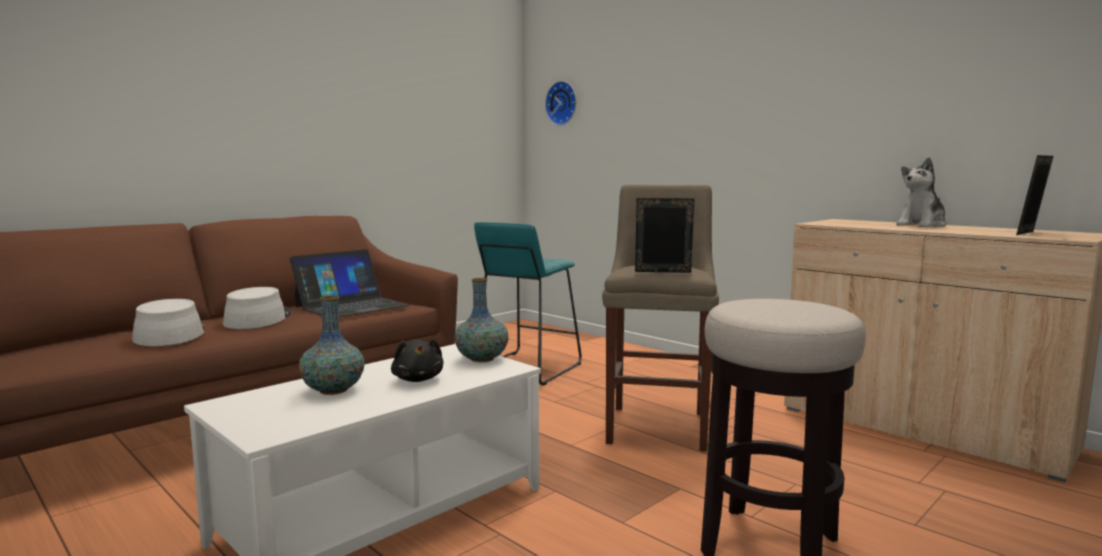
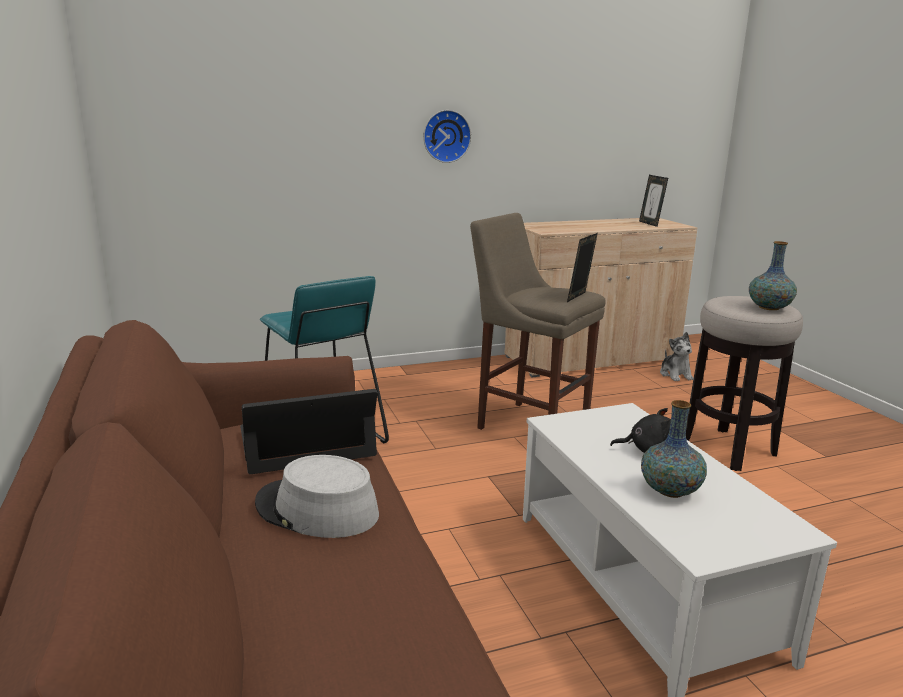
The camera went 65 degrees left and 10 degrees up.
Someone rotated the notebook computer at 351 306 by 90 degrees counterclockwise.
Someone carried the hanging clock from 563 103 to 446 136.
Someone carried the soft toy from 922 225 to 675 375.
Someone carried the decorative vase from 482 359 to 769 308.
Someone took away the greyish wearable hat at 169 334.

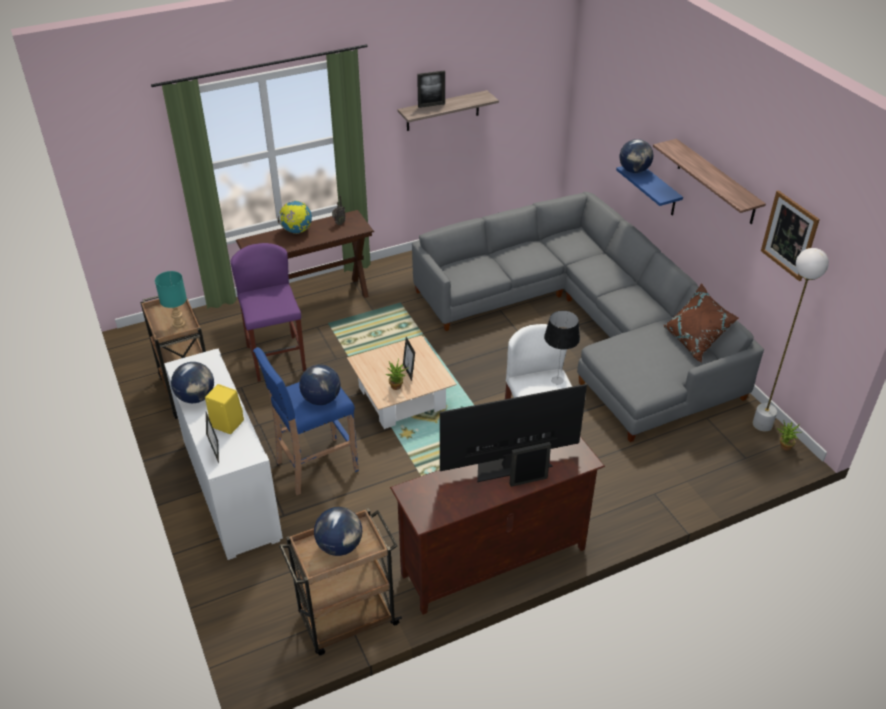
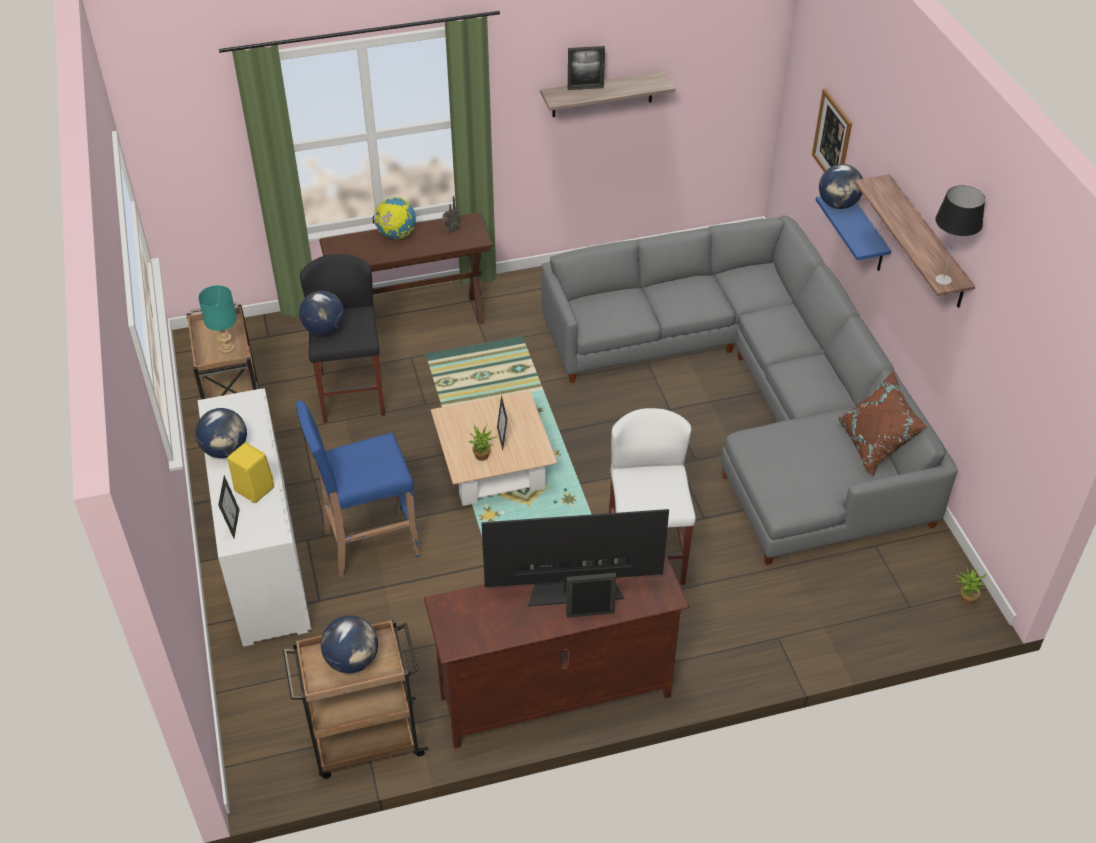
The camera went 10 degrees right and 5 degrees up.
Someone carried the desk globe from 321 399 to 324 329.
Someone repainted the purple sitting stool at 276 358, which became the black sitting stool at 352 394.
Someone carried the picture from 789 235 to 832 139.
Someone carried the tabletop lamp from 558 380 to 944 279.
Someone took away the white-coloured standard lamp at 762 424.

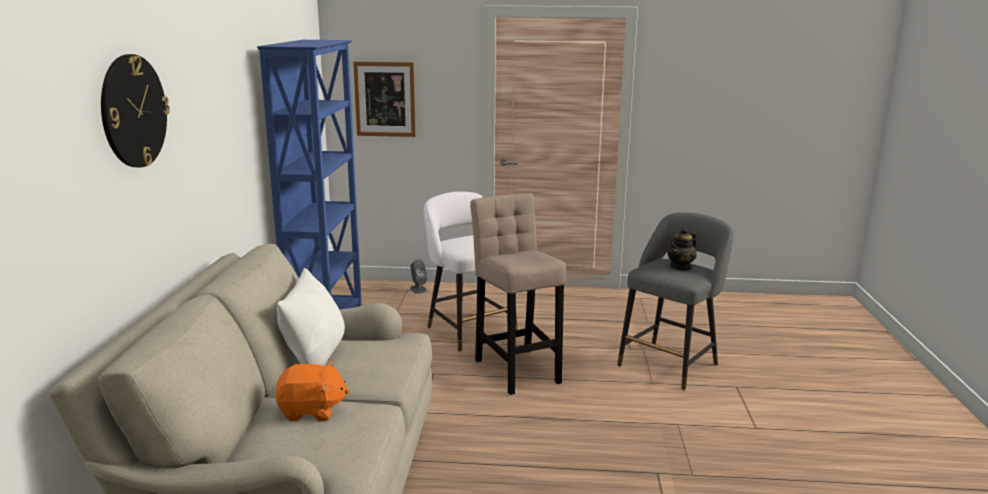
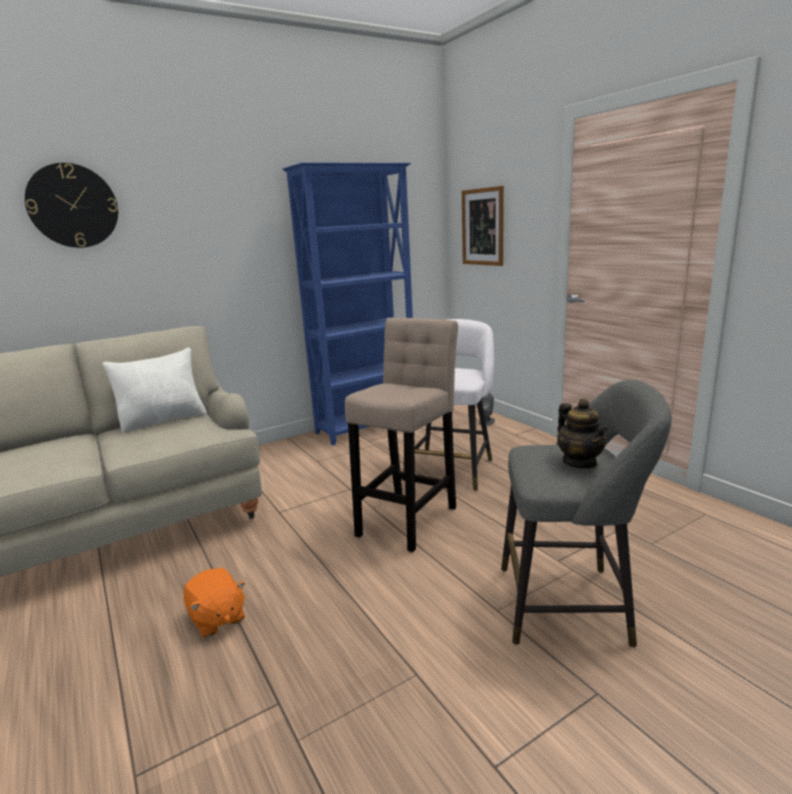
The camera went 55 degrees right and 0 degrees up.
Someone carried the orange-coloured soft toy from 311 411 to 217 618.
Someone rotated the teapot at 681 267 by 120 degrees counterclockwise.

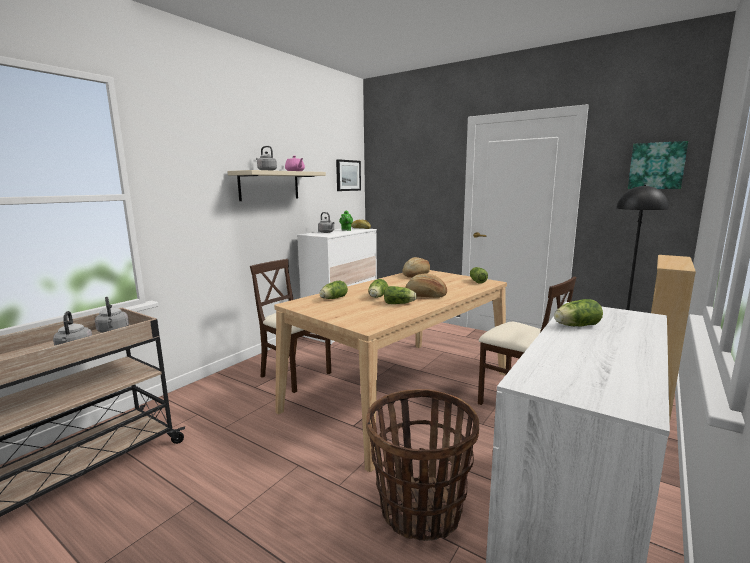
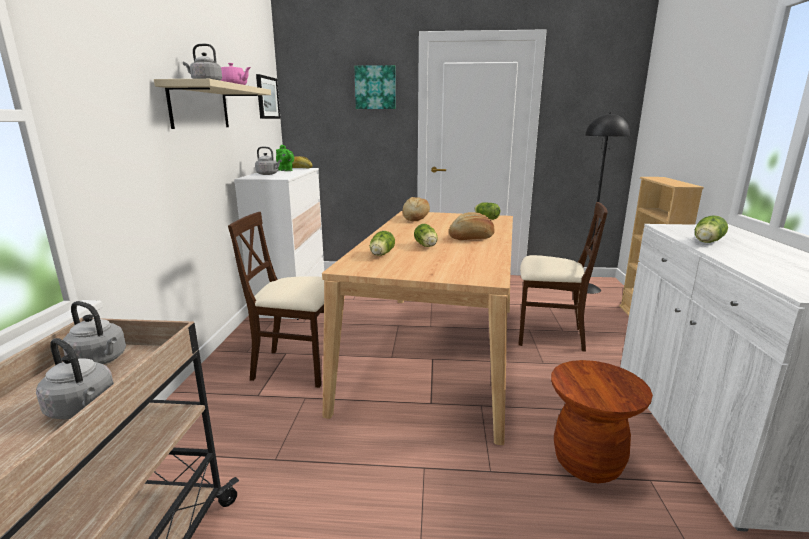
The camera went 30 degrees left and 5 degrees up.
Someone carried the picture from 656 166 to 375 87.
Someone swapped the basket at 420 510 for the brown-coloured sitting stool at 587 463.
Someone took away the head of lettuce at 400 304.

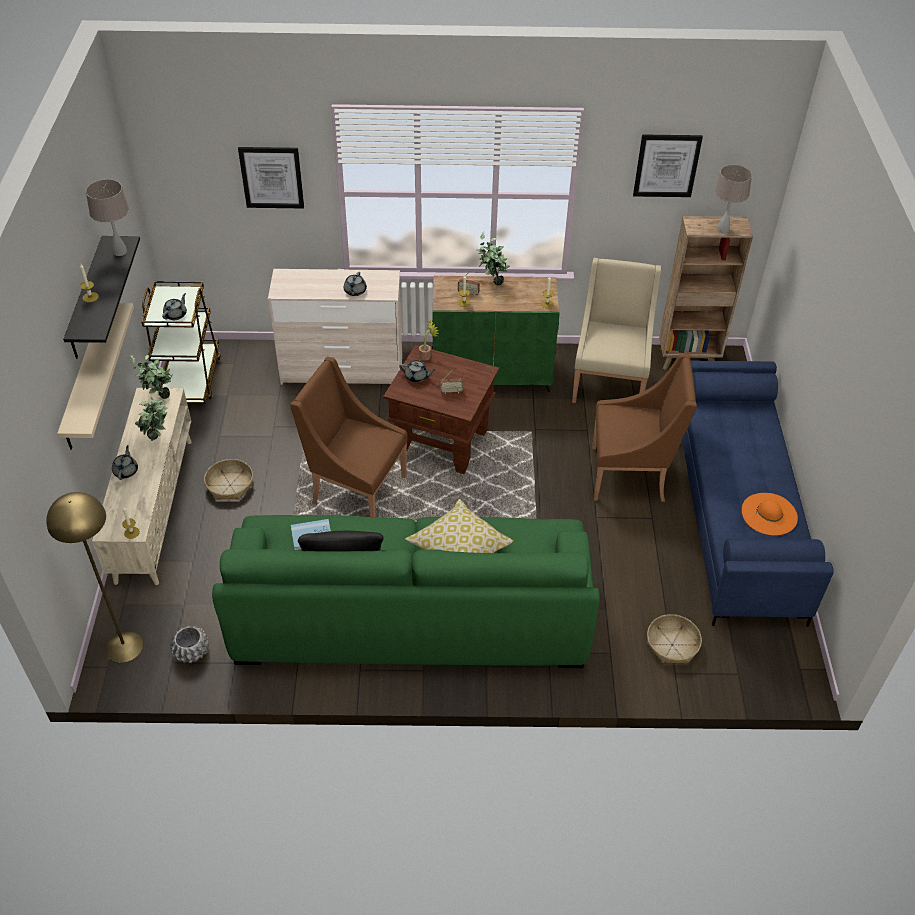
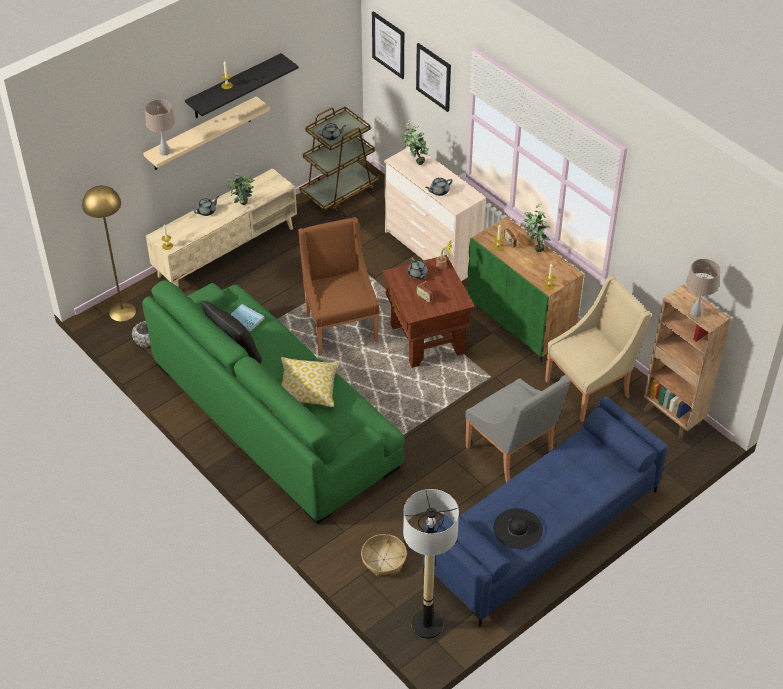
The camera went 50 degrees right and 0 degrees up.
Someone carried the beige-coloured tabletop lamp from 120 251 to 165 152.
Someone carried the picture from 666 165 to 388 45.
Someone carried the houseplant from 159 399 to 414 162.
Someone put down the standard lamp at 427 625.
Someone repainted the brown-coloured armchair at 631 475, which became the greyish armchair at 512 452.
Someone repainted the orange-coloured wearable hat at 769 514, which became the black wearable hat at 518 529.
Someone took away the basket at 230 485.

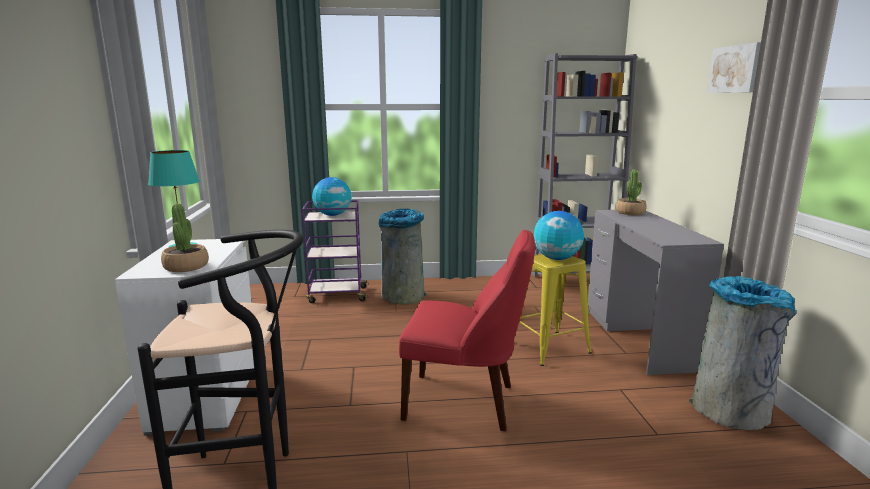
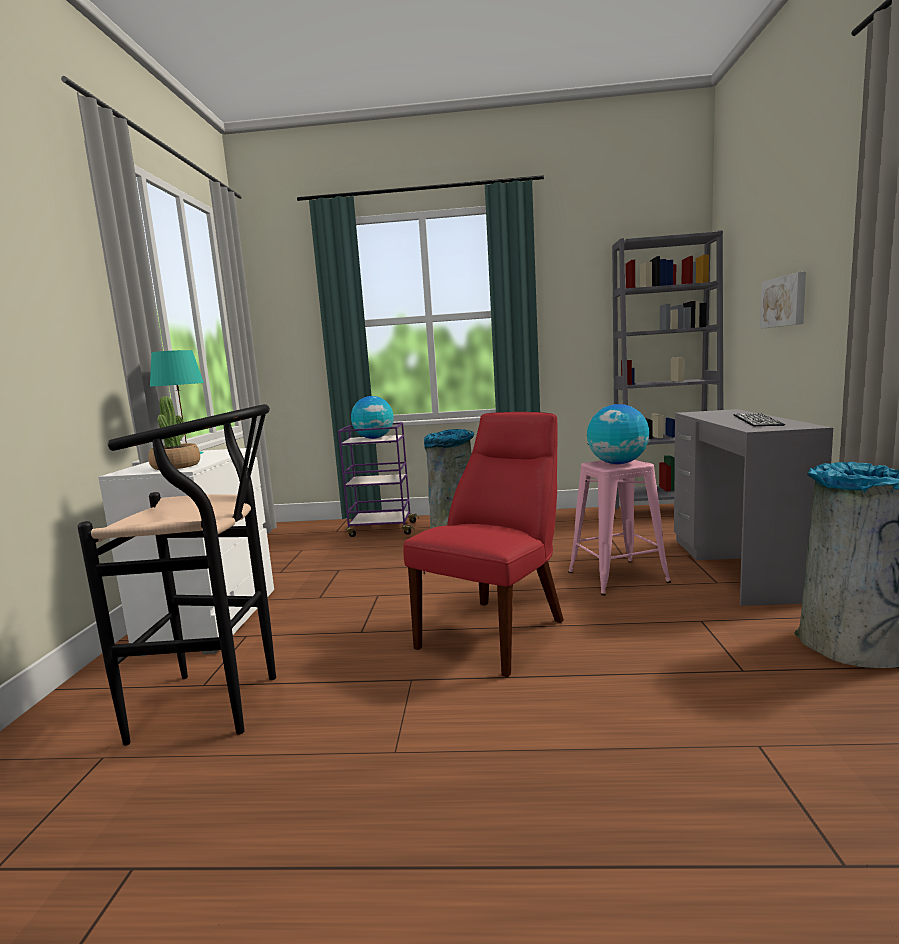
The camera went 10 degrees right and 5 degrees down.
Someone rotated the red-coloured plain chair at 465 402 by 75 degrees counterclockwise.
Someone repainted the yellow-coloured sitting stool at 549 348, which became the pink-coloured sitting stool at 617 577.
Someone put down the keyboard at 757 420.
Someone carried the picture from 736 69 to 785 301.
Someone took away the houseplant at 630 212.

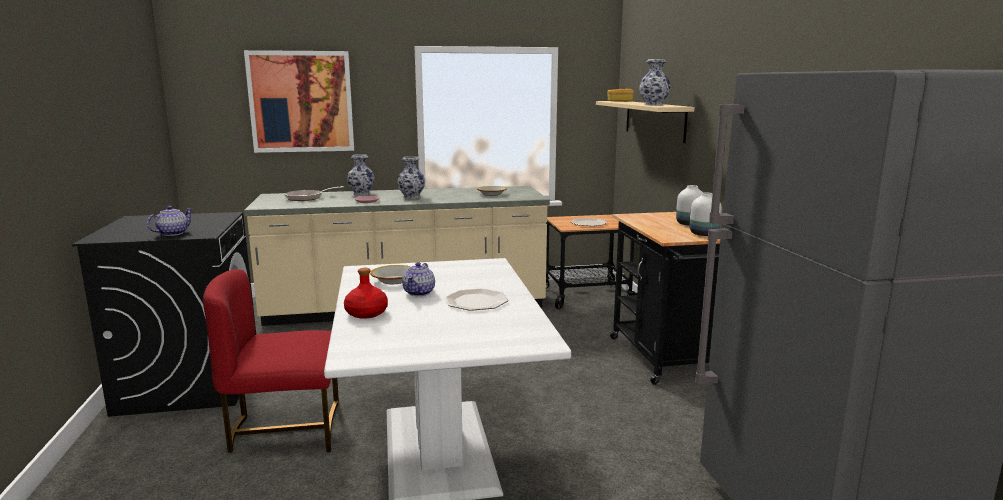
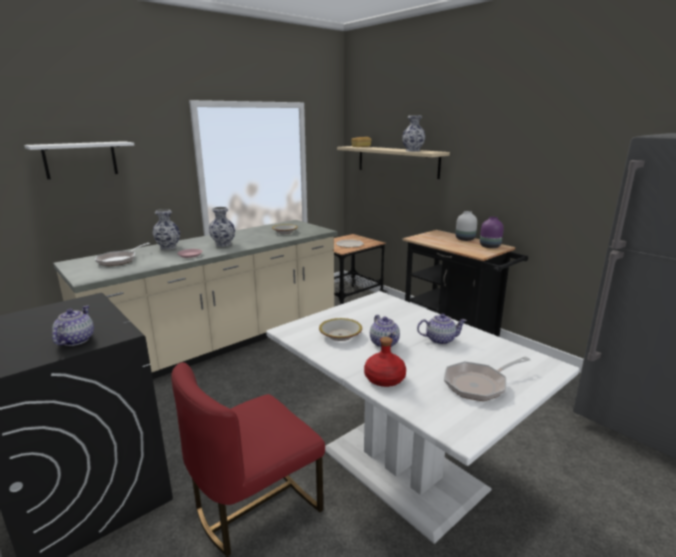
The camera went 30 degrees left and 5 degrees up.
Someone swapped the picture at 301 102 for the white-coloured wall shelf at 80 159.
Someone swapped the flat dish at 476 301 for the teapot at 440 339.
Someone put down the frying pan at 479 384.
Someone repainted the white-coloured decorative vase at 703 234, which became the purple decorative vase at 490 247.

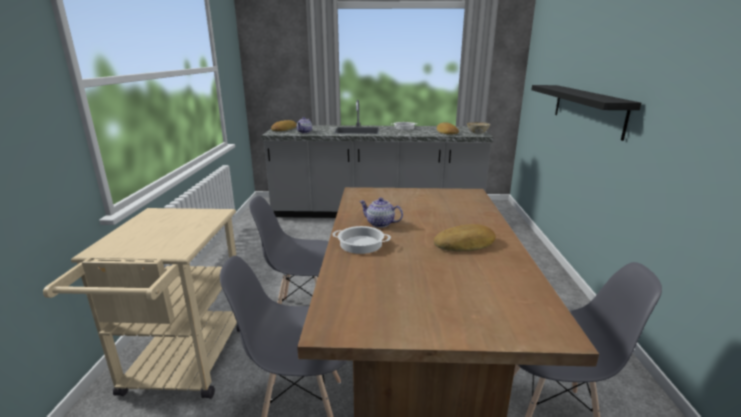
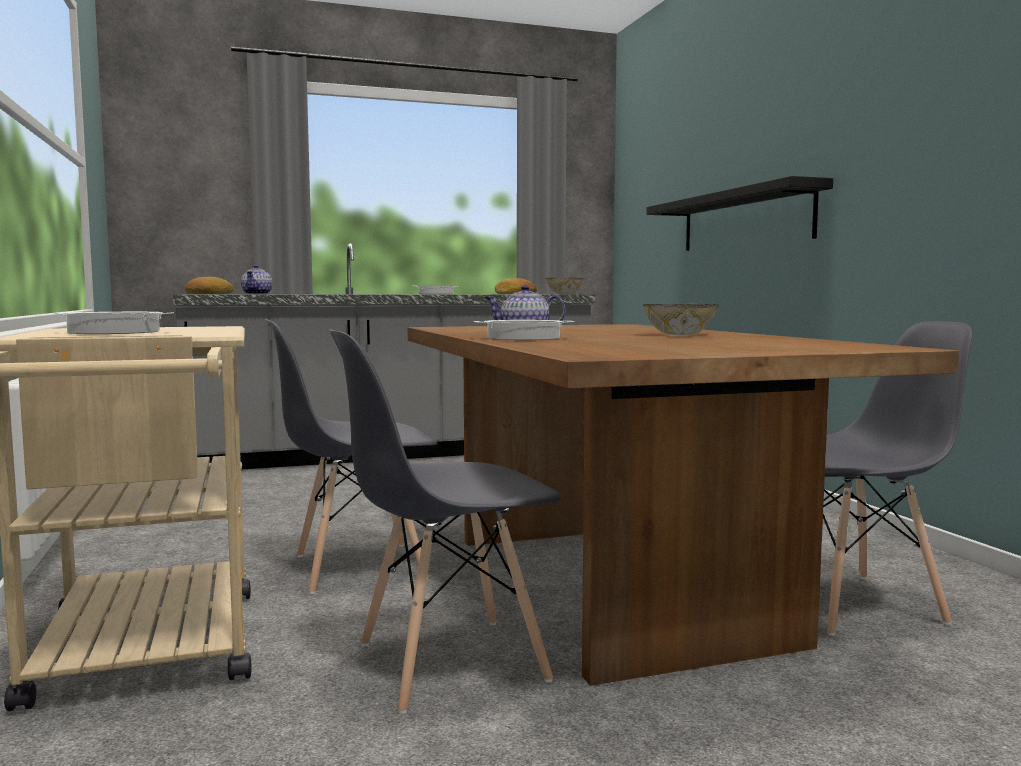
The camera went 20 degrees left and 15 degrees down.
Someone put down the cooking pot at 113 332.
Someone swapped the bakery bread at 465 244 for the deep dish at 680 335.

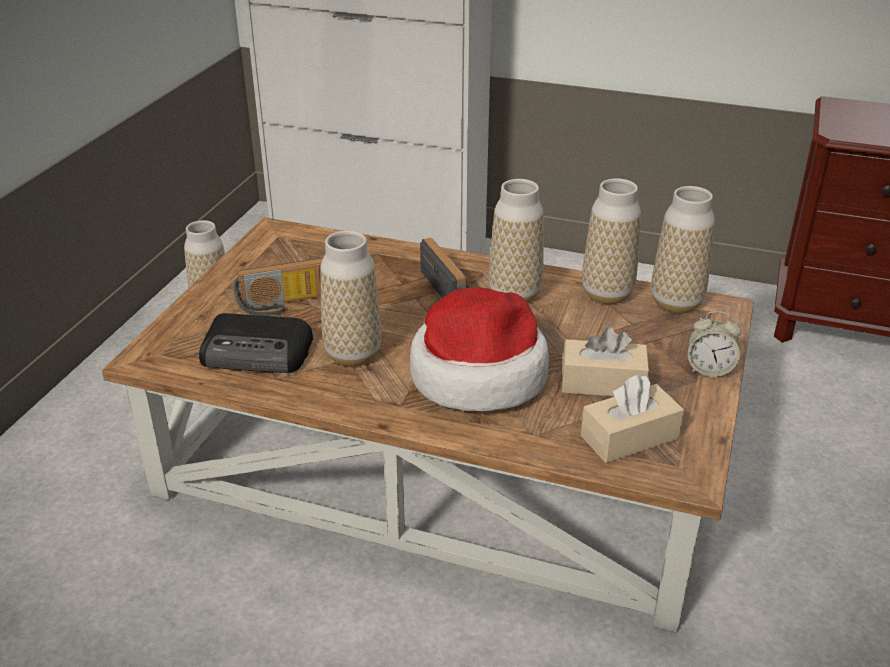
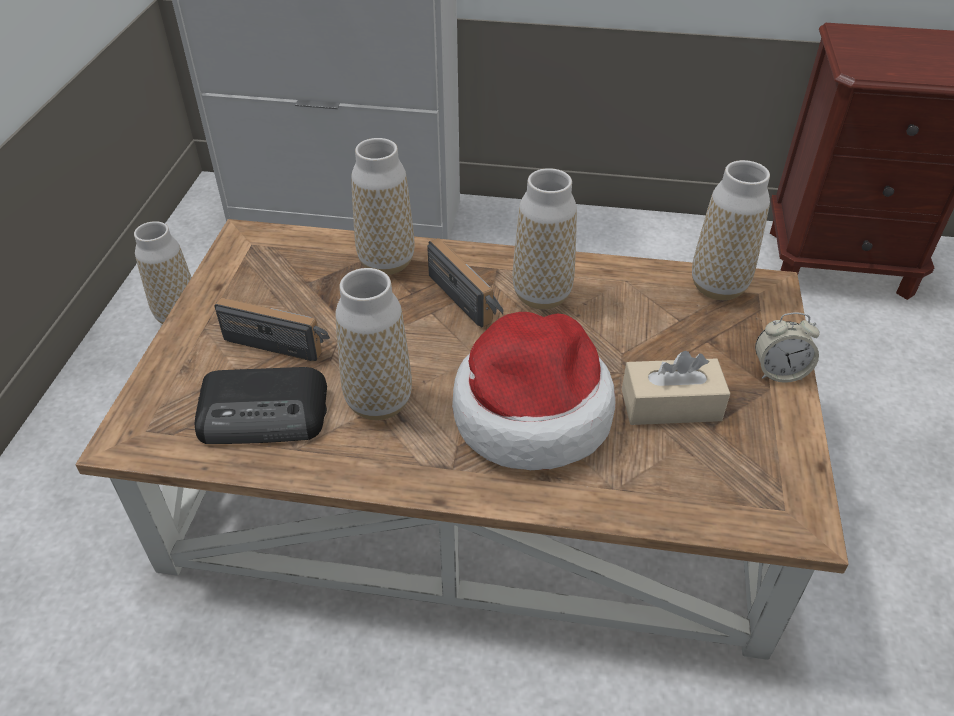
The camera went 10 degrees left and 10 degrees up.
Someone rotated the radio at 284 305 by 135 degrees counterclockwise.
Someone carried the decorative vase from 607 294 to 386 262.
Someone took away the beige-coloured box of tissues at 629 437.

